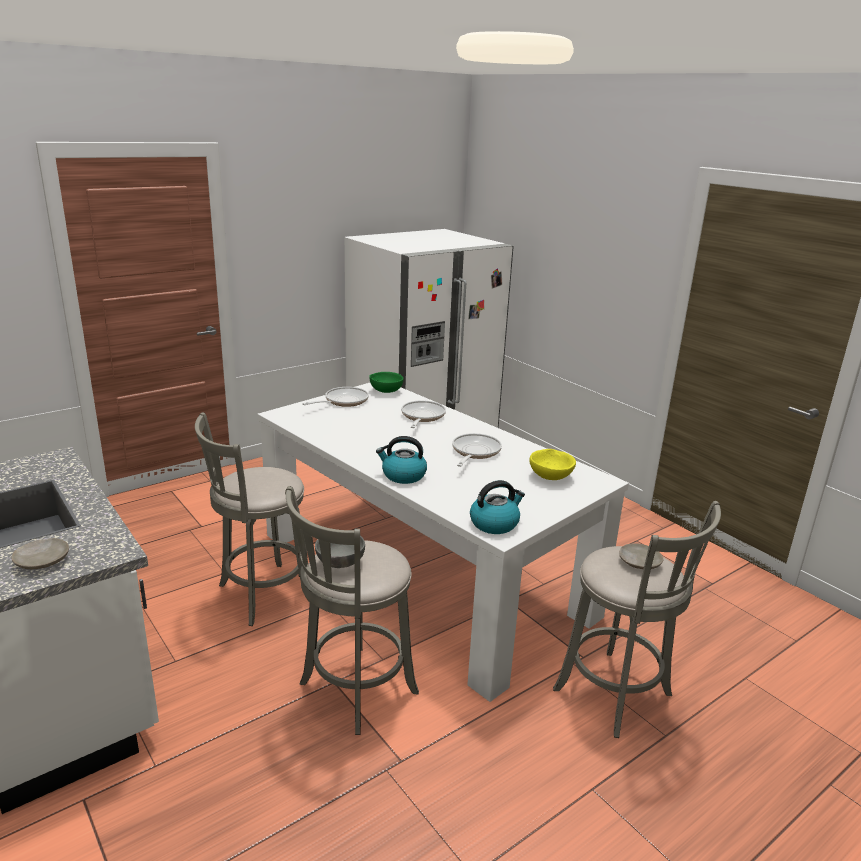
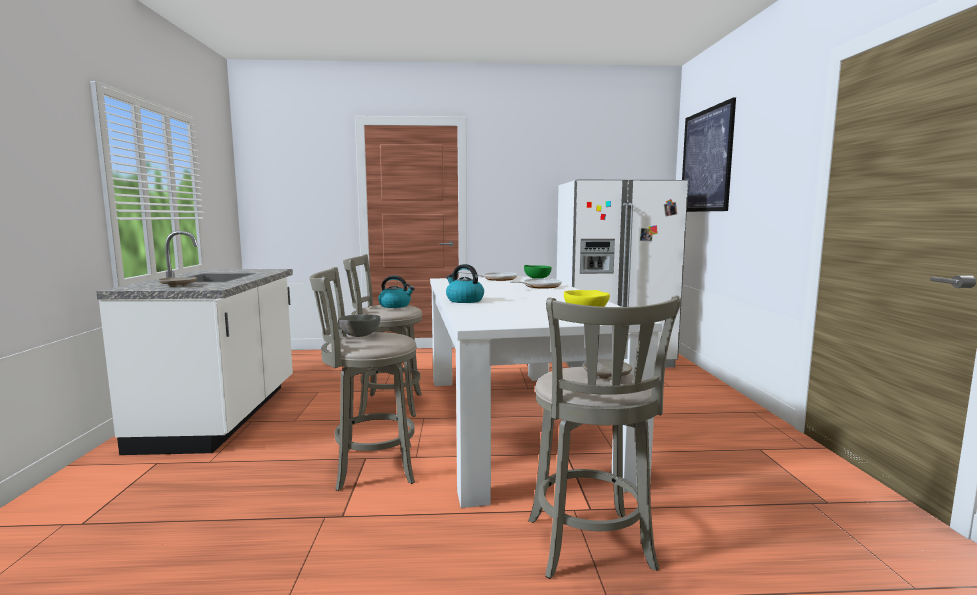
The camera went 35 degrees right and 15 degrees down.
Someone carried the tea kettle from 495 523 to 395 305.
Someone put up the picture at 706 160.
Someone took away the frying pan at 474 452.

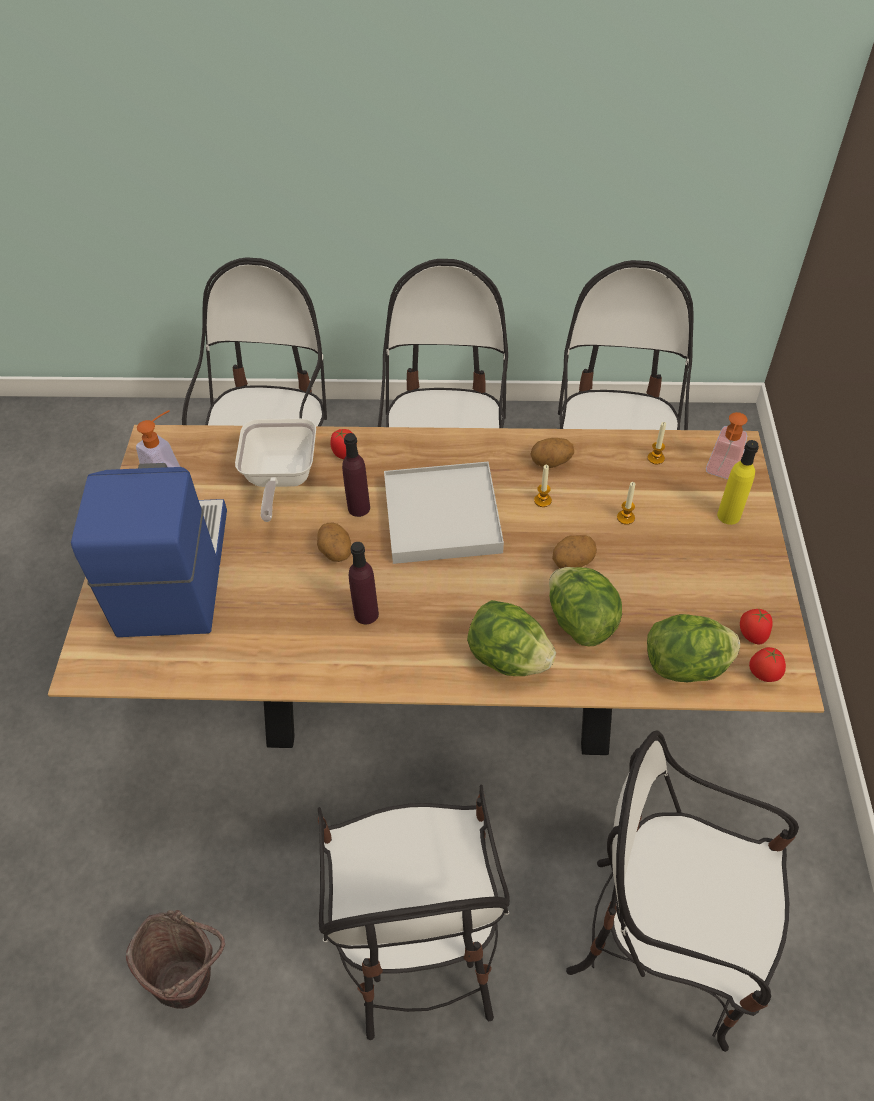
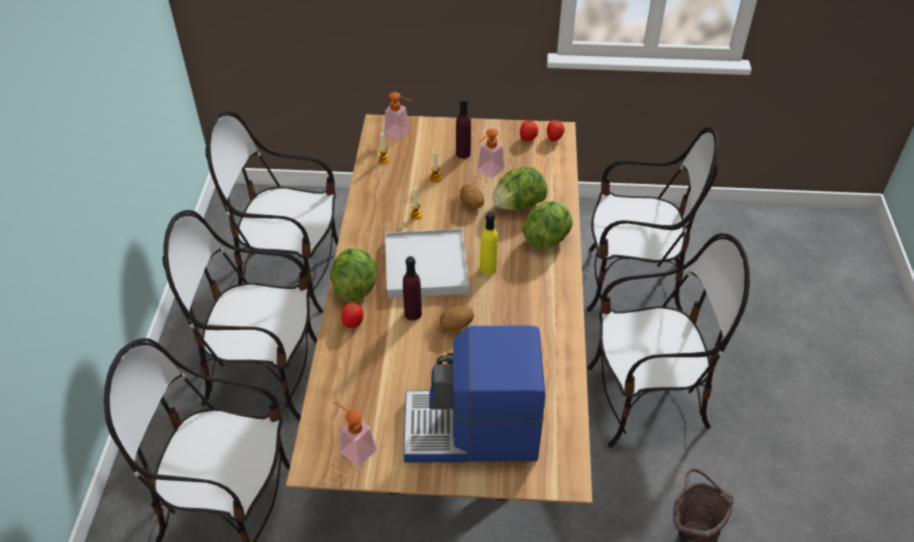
The camera went 90 degrees left and 5 degrees down.
Someone carried the head of lettuce from 686 666 to 355 287.
Someone carried the purple bottle from 366 614 to 463 153.
Someone put down the liquid soap bottle at 487 172.
Someone carried the yellow-coloured bottle from 728 515 to 488 269.
Someone rotated the plain chair at 665 943 by 105 degrees counterclockwise.
Someone took away the frying pan at 279 480.
Someone took away the spud at 551 463.

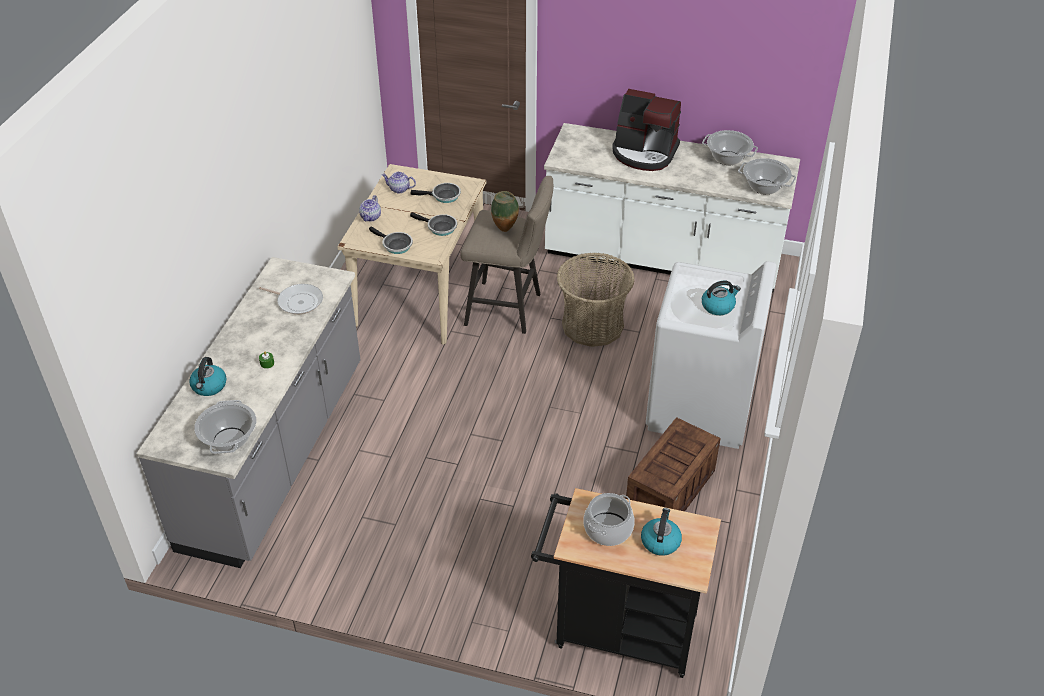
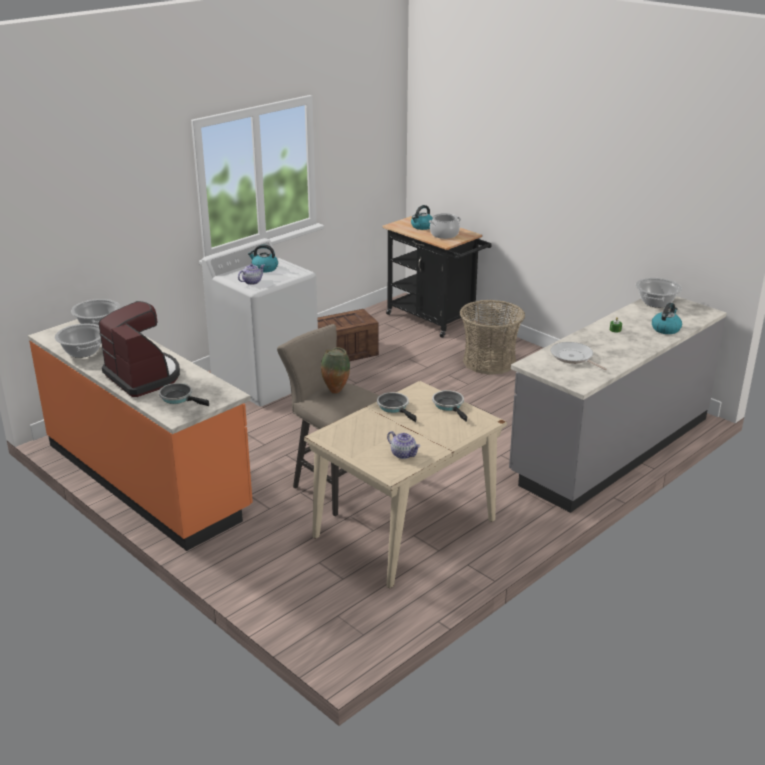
The camera went 150 degrees left and 15 degrees down.
Someone repainted the white-coloured kitchen base unit at 662 259, which became the orange-coloured kitchen base unit at 148 478.
Someone carried the frying pan from 443 196 to 179 398.
Someone carried the teapot from 371 217 to 252 282.
Someone carried the basket from 593 325 to 489 362.

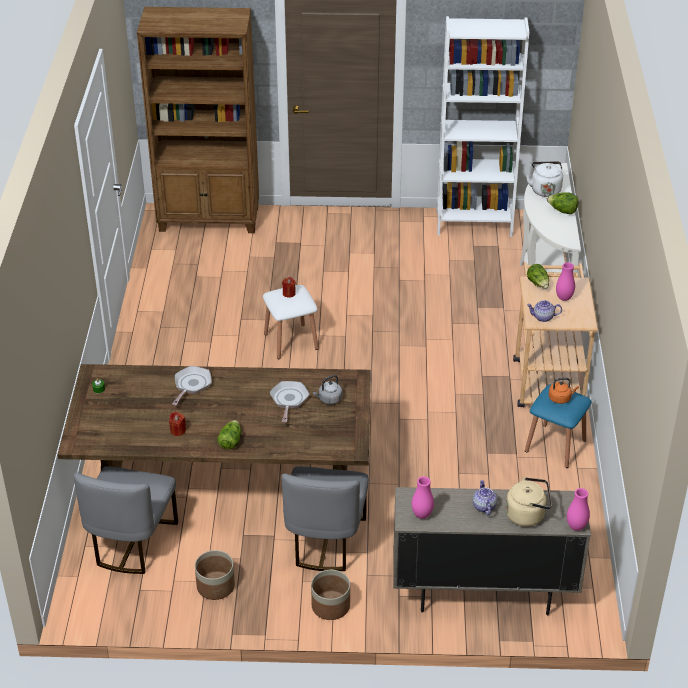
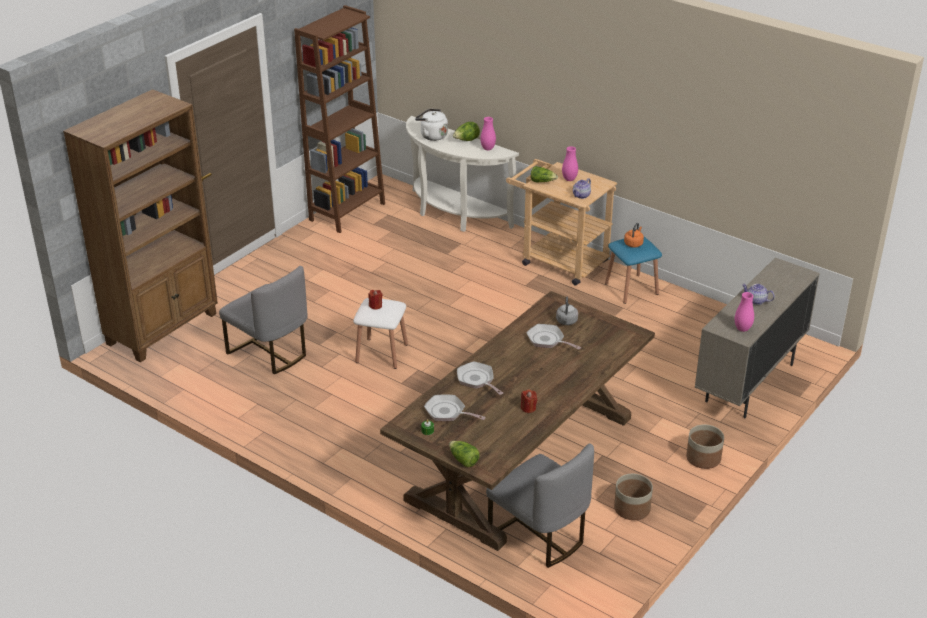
The camera went 55 degrees left and 5 degrees down.
Someone carried the greyish plain chair from 325 541 to 269 352.
Someone repainted the white-coloured shelving unit at 474 223, which became the brown-coloured shelving unit at 347 212.
Someone put down the frying pan at 448 412.
Someone carried the head of lettuce from 230 441 to 463 460.
Someone carried the pink-coloured decorative vase from 576 527 to 488 149.
Someone took away the beige-coloured tea kettle at 527 515.

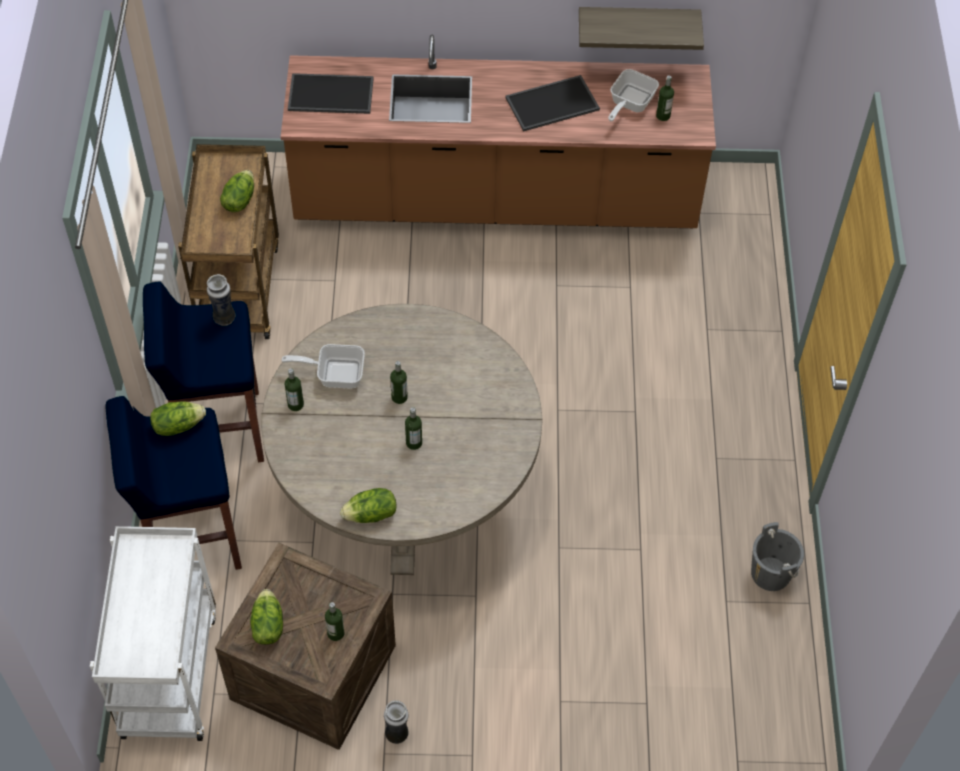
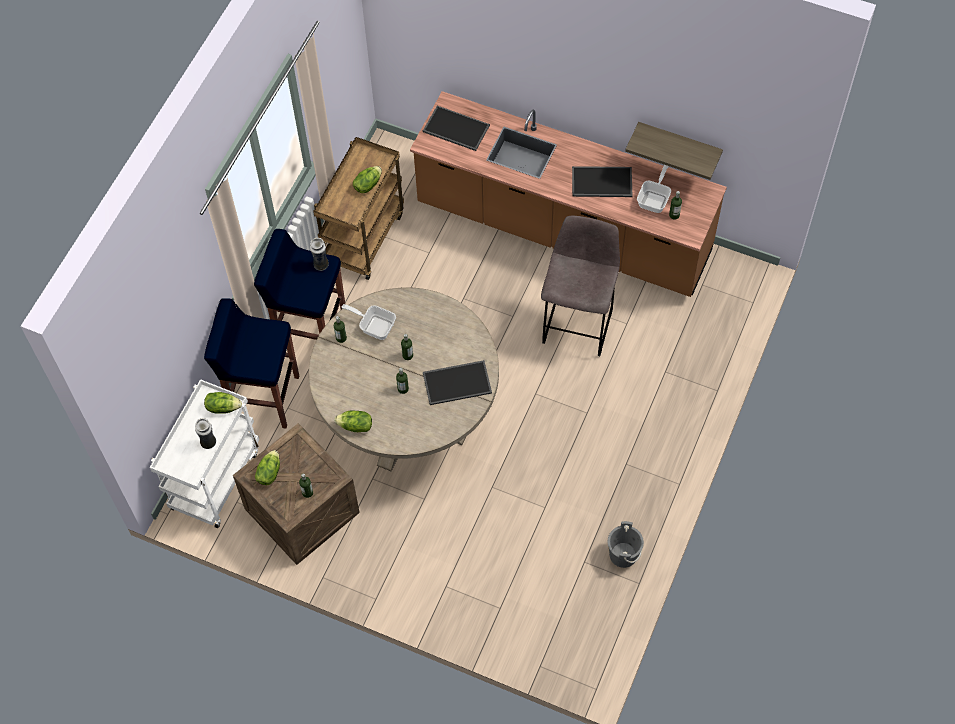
The camera went 25 degrees right and 5 degrees up.
Someone carried the decorative vase from 397 734 to 209 443.
Someone carried the head of lettuce from 178 425 to 223 407.
Someone put down the tray at 457 382.
Someone put down the greyish sitting stool at 578 324.
Someone rotated the frying pan at 629 104 by 150 degrees clockwise.

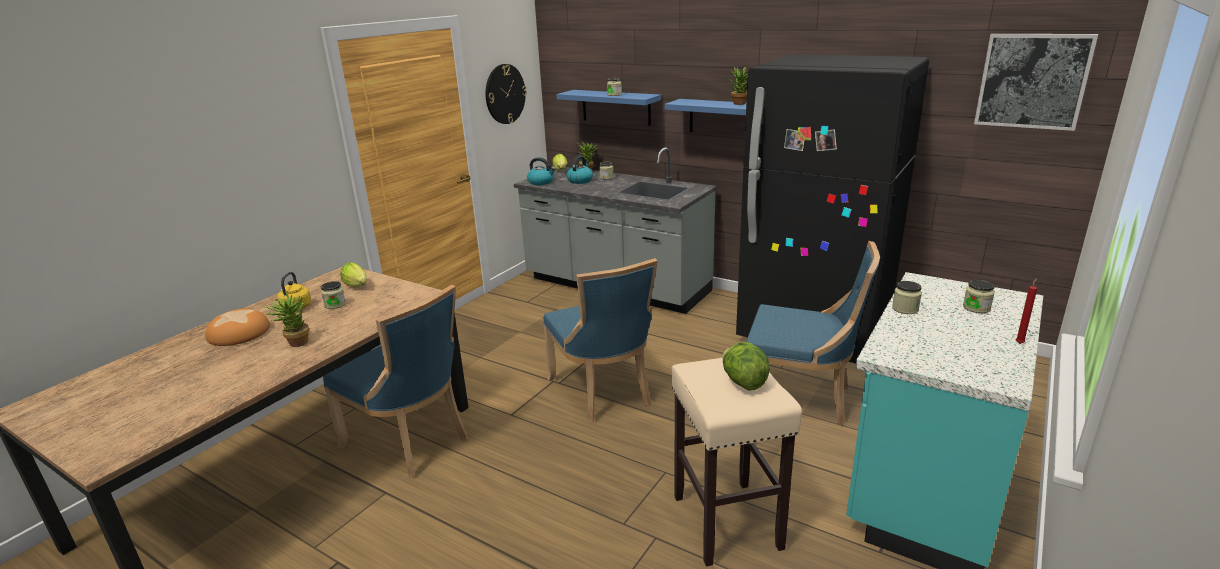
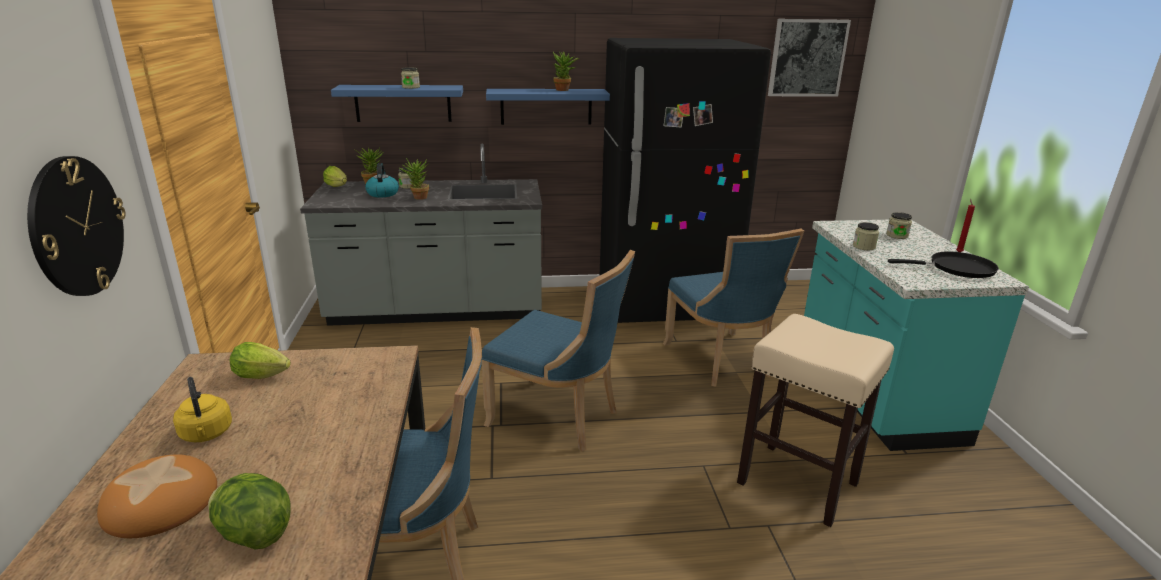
The camera went 40 degrees left and 0 degrees up.
Someone carried the hanging clock from 505 94 to 77 226.
Someone carried the head of lettuce from 743 382 to 253 534.
Someone carried the houseplant from 295 343 to 418 198.
Someone rotated the blue plain chair at 800 399 by 90 degrees clockwise.
Someone put down the black frying pan at 957 268.
Someone took away the storage jar at 335 304.
Someone took away the tea kettle at 541 182.

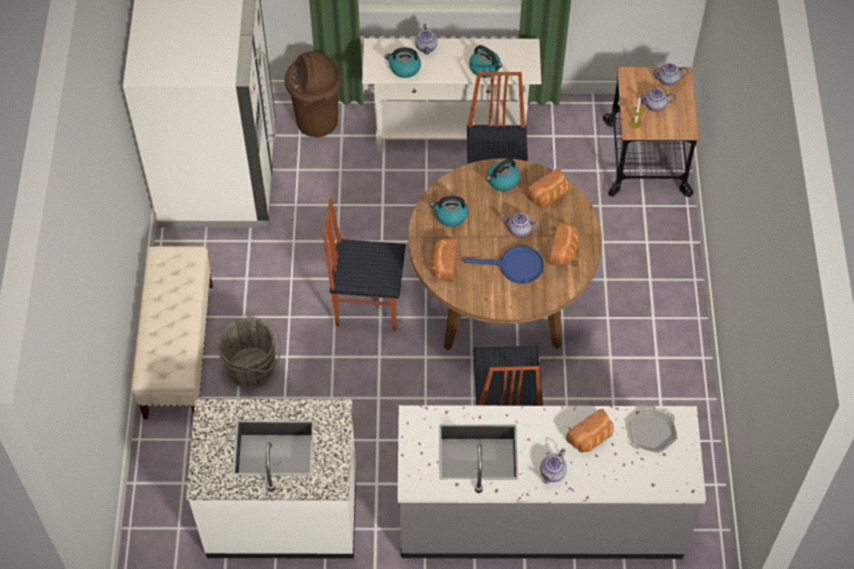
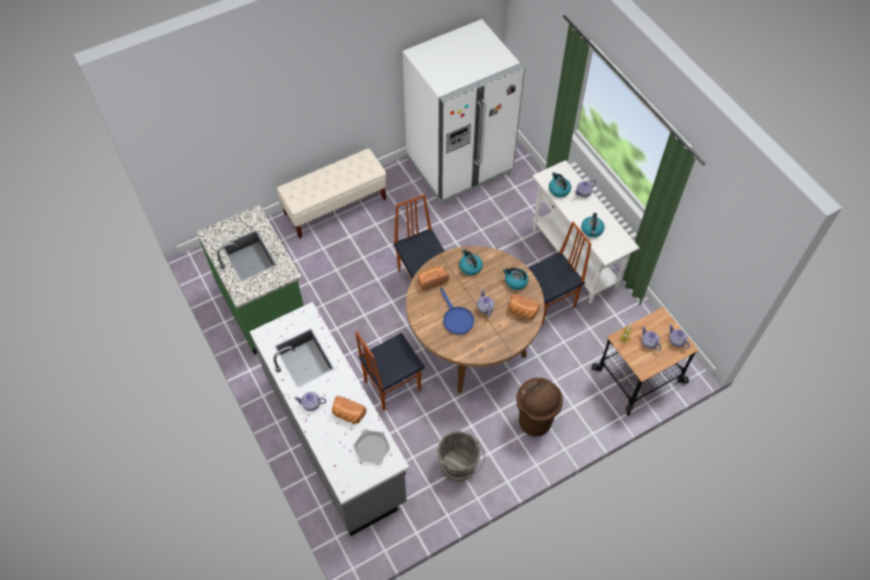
The camera went 60 degrees right and 0 degrees up.
Someone repainted the white-coloured kitchen base unit at 282 512, which became the green kitchen base unit at 264 306.
Someone rotated the frying pan at 652 433 by 45 degrees clockwise.
Someone carried the greyish bucket from 254 368 to 459 467.
Someone carried the brown-coloured rubbish bin from 317 122 to 534 421.
Someone took away the bakery bread at 564 251.

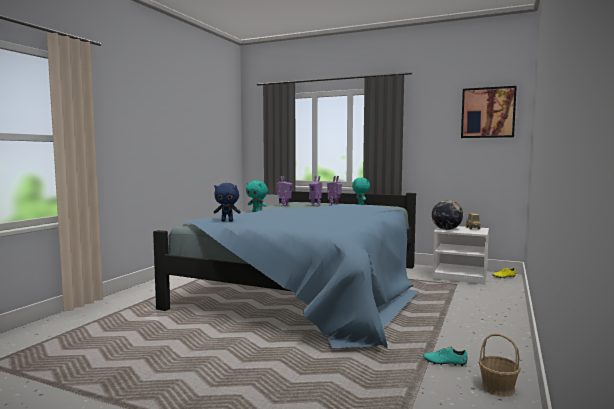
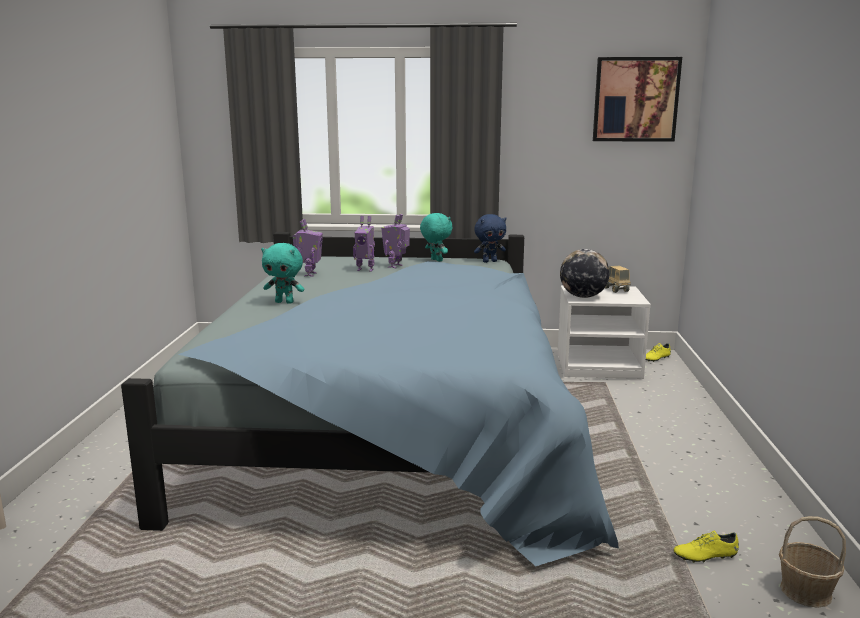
The camera went 20 degrees left and 10 degrees up.
Someone carried the blue soft toy from 227 221 to 489 261.
Someone repainted the turquoise shoe at 444 363, which became the yellow-coloured shoe at 705 556.

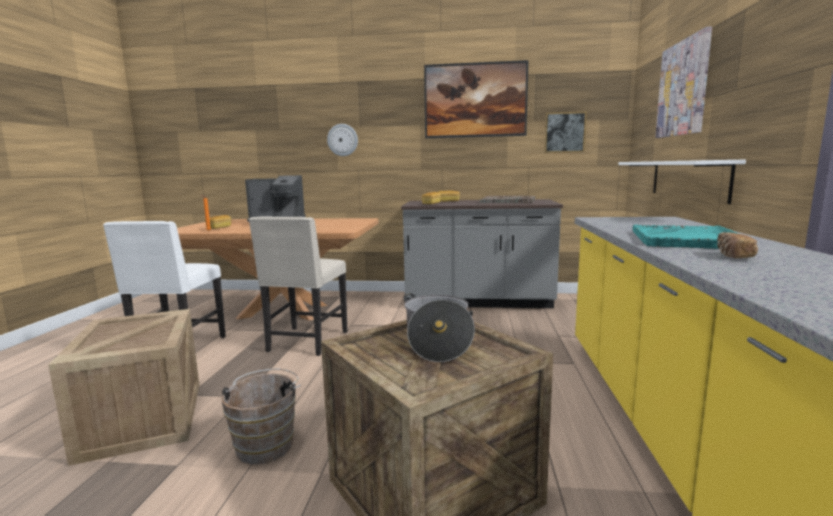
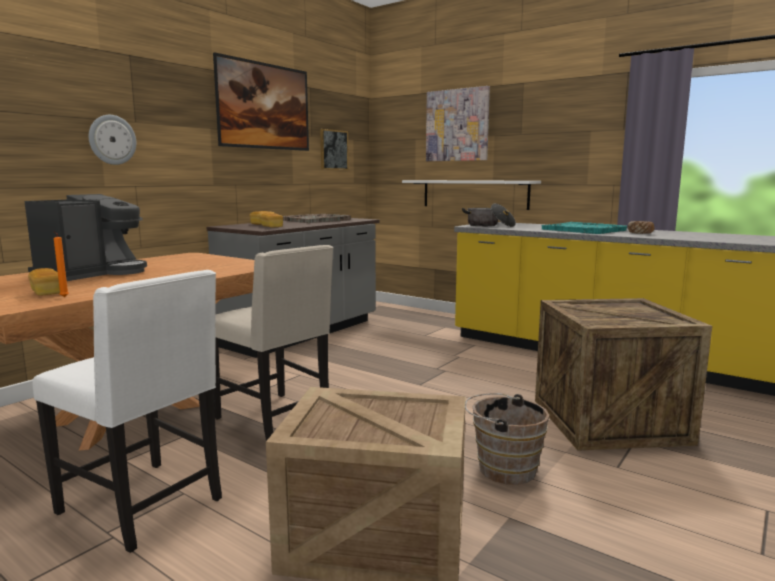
The camera went 60 degrees left and 0 degrees up.
Someone carried the cooking pot from 437 341 to 489 225.

